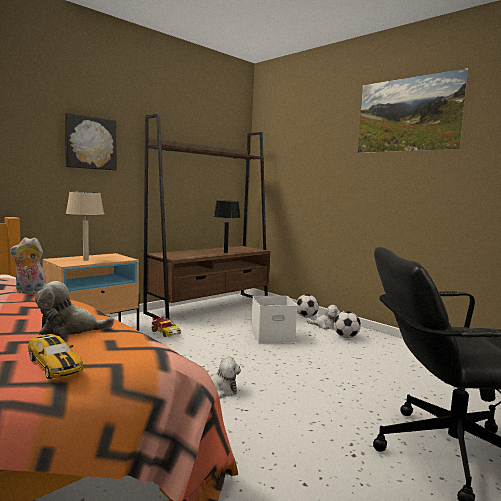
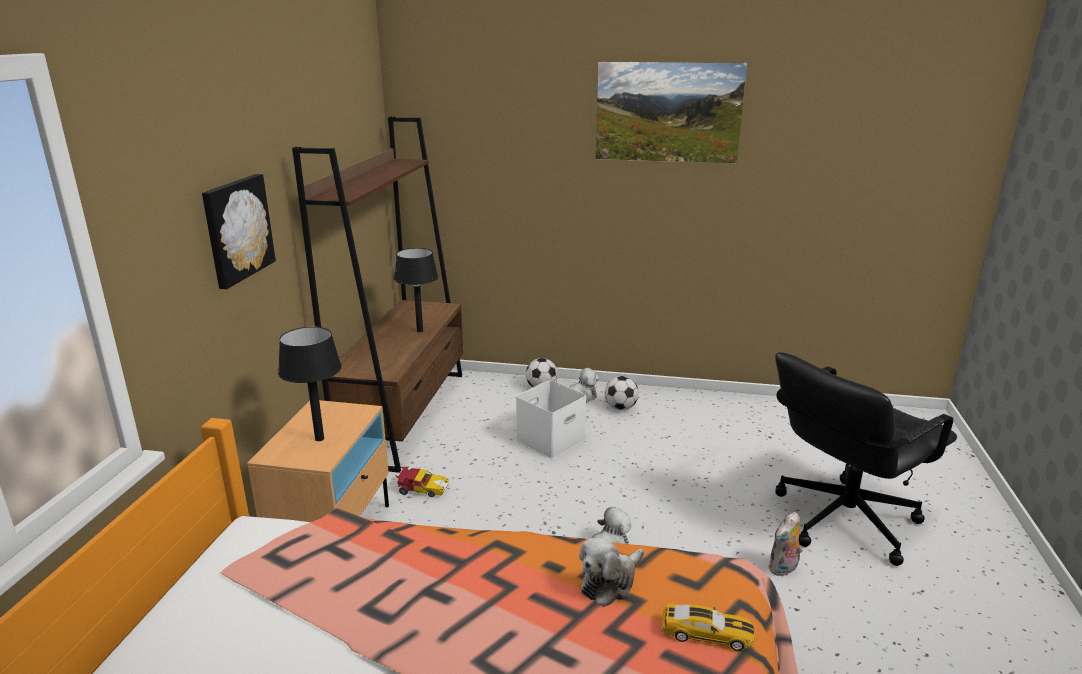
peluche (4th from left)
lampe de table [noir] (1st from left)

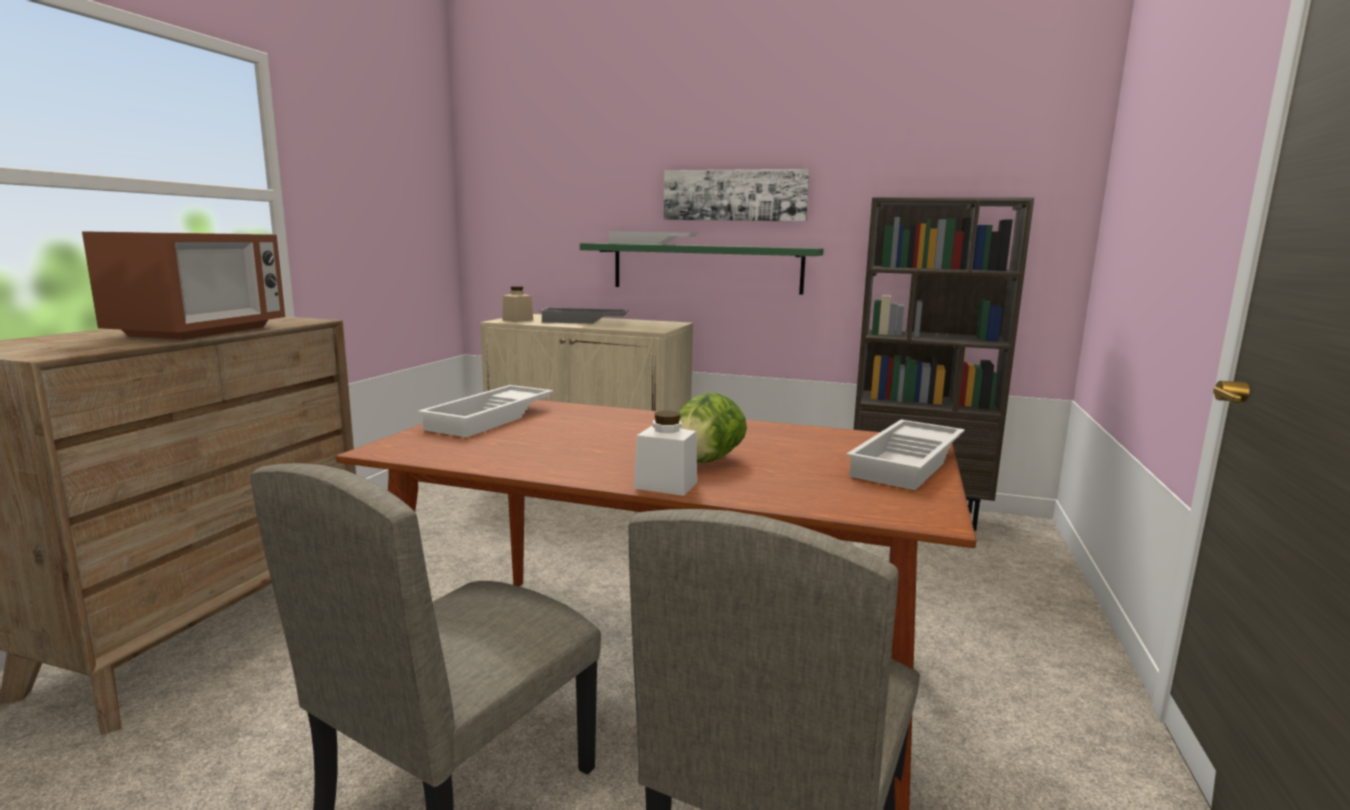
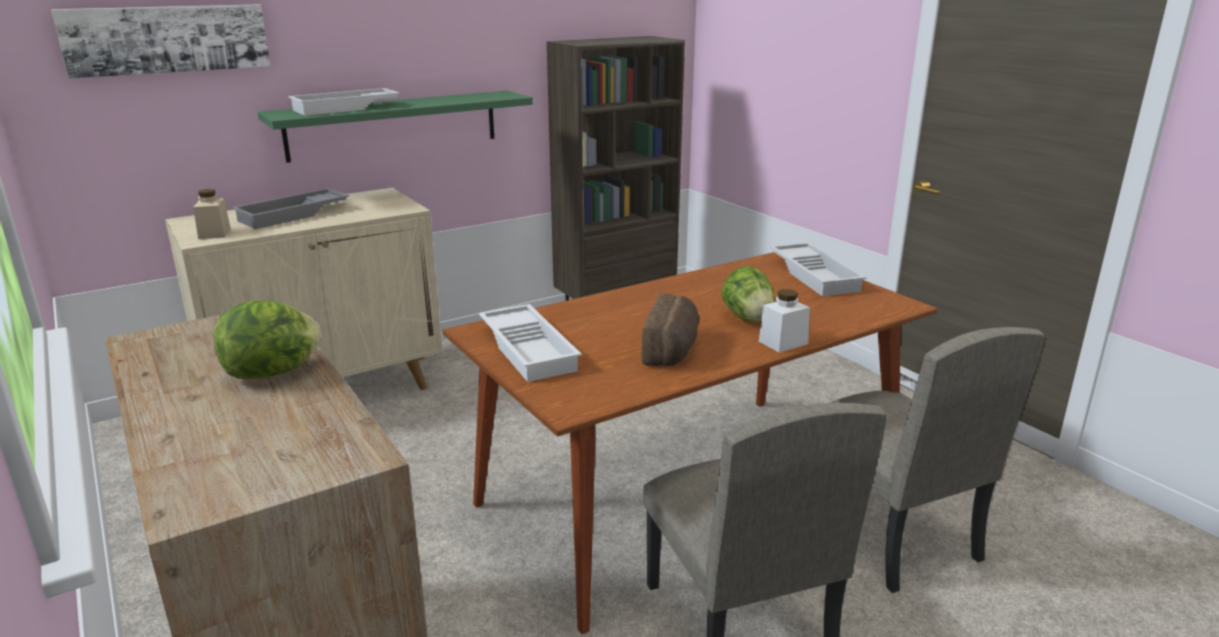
pain
tableau
laitue (1st from left)

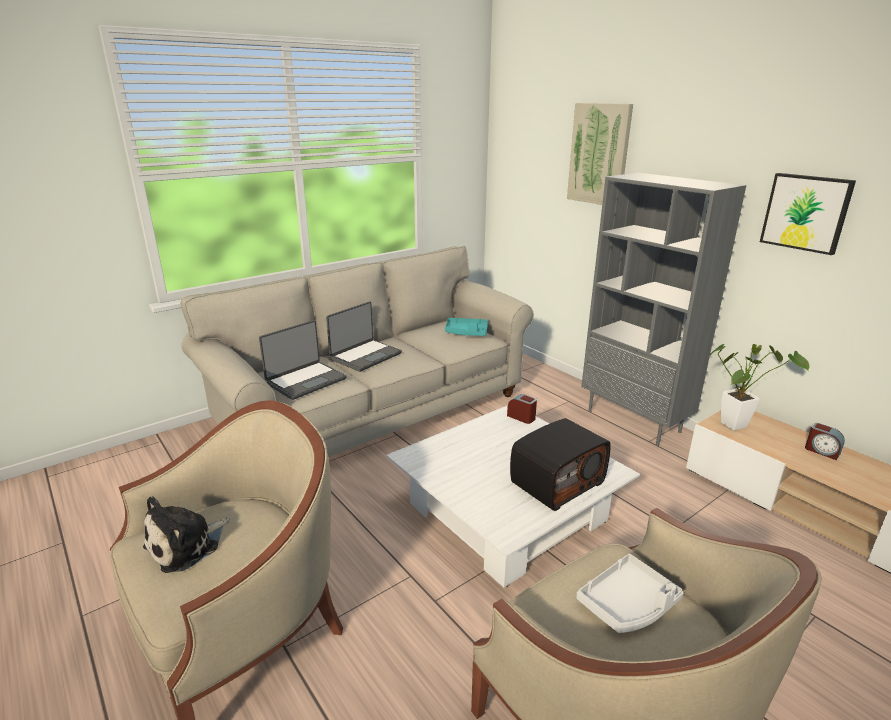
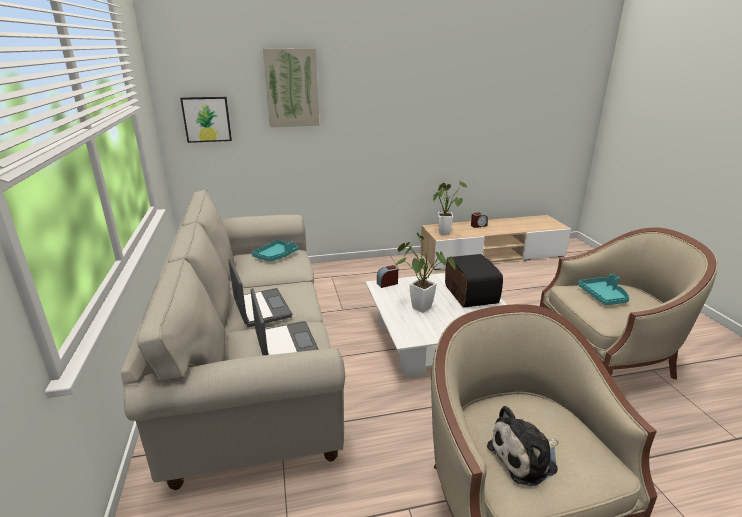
bibliothèque [gris]
plante en pot (1st from left)
tableau (1st from left)
plateau [turquoise] (2nd from left)
peluche

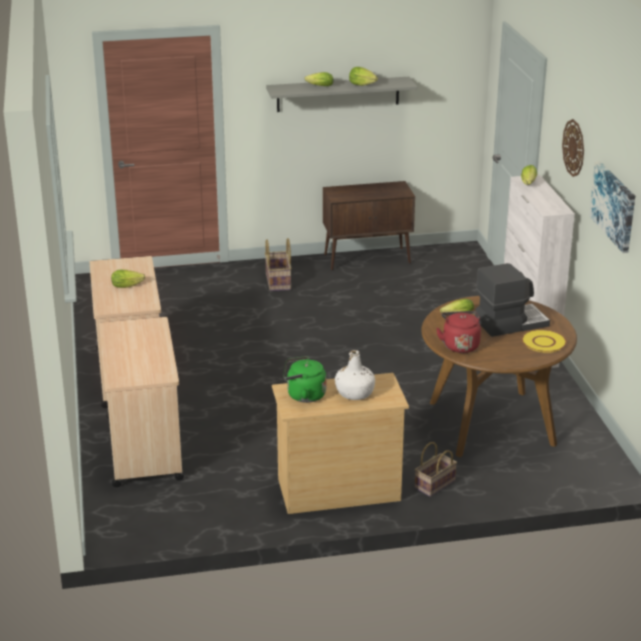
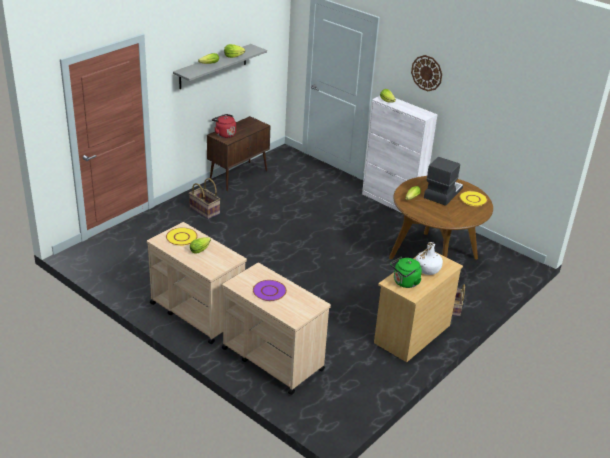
tableau
assiette [jaune] (1st from left)
assiette [violet]
bouilloire [rouge]

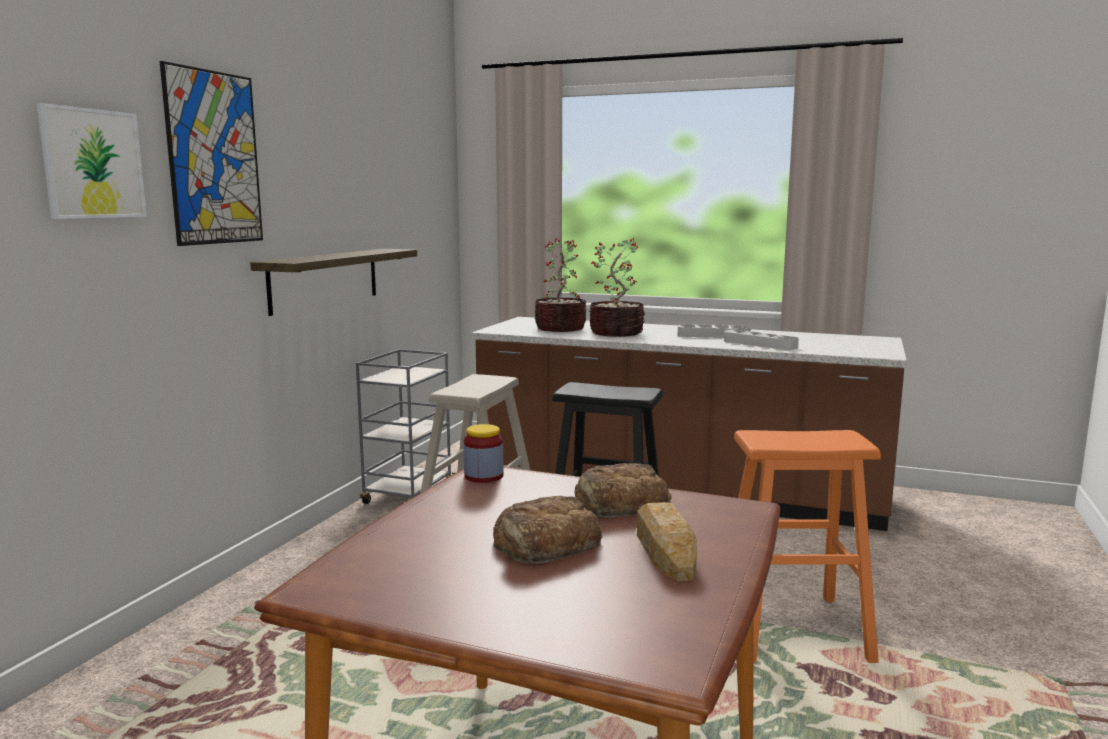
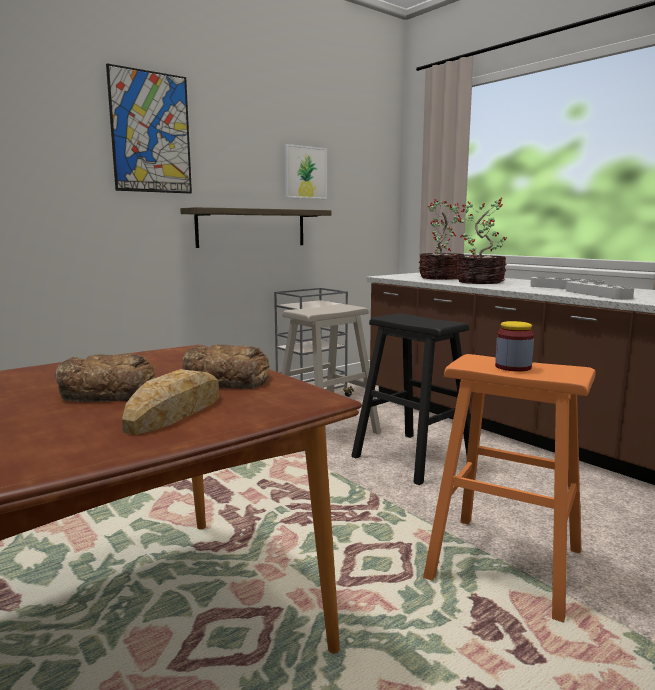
tableau (2nd from left)
bocal

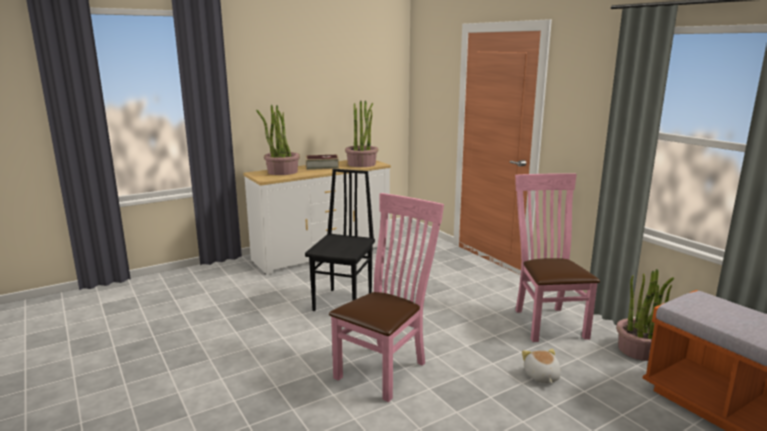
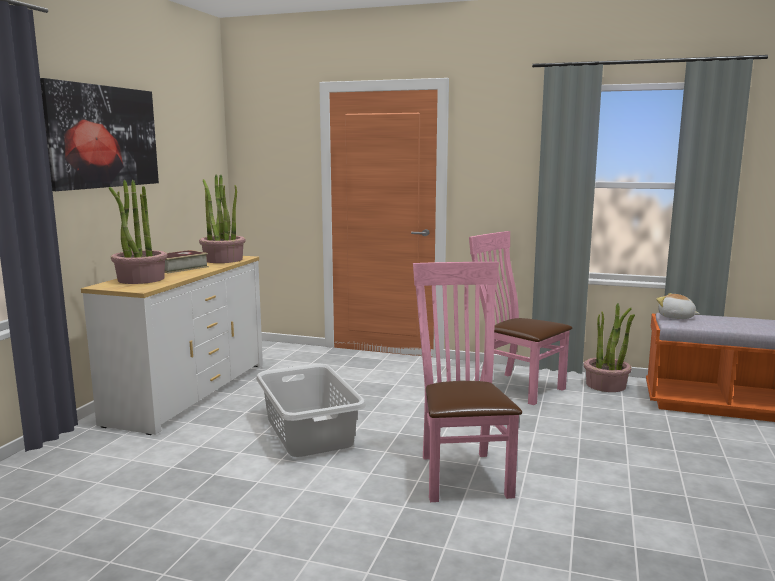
tableau
peluche
panier à linge [gris]

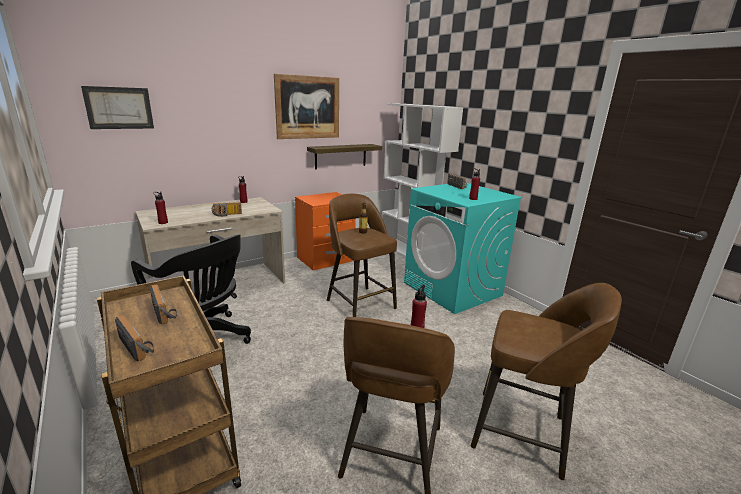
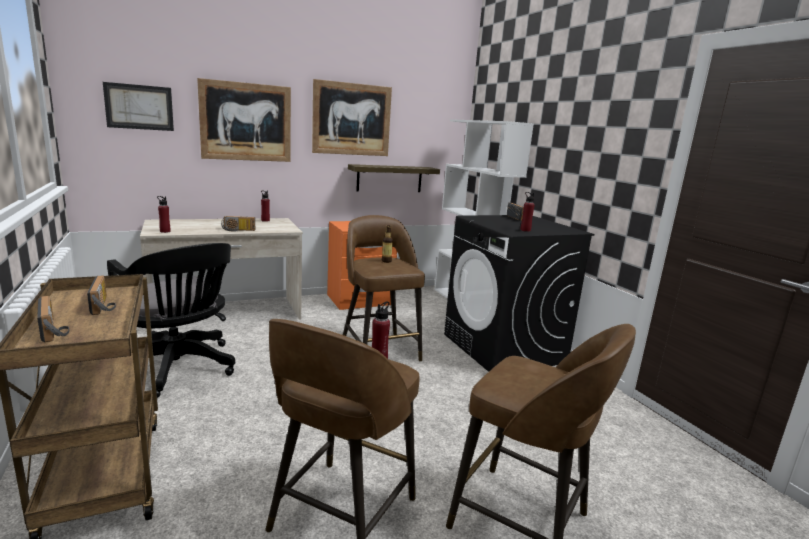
tableau (2nd from left)
lave-linge [noir]

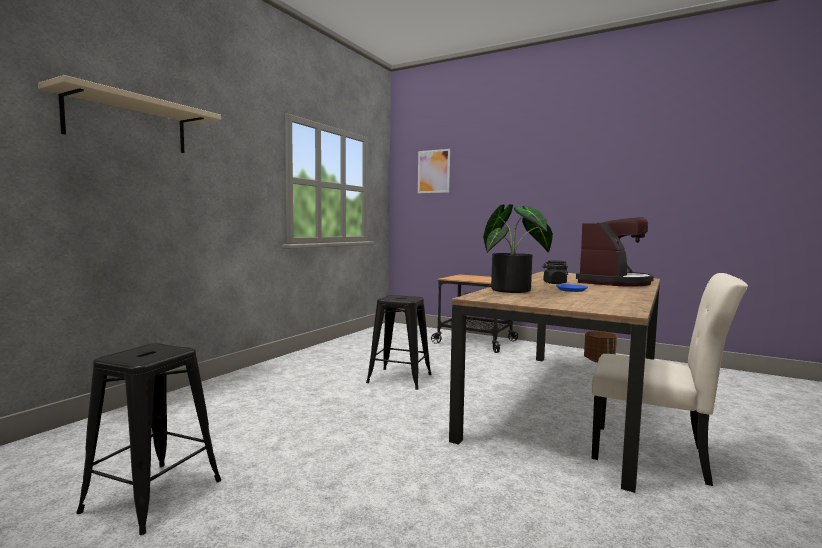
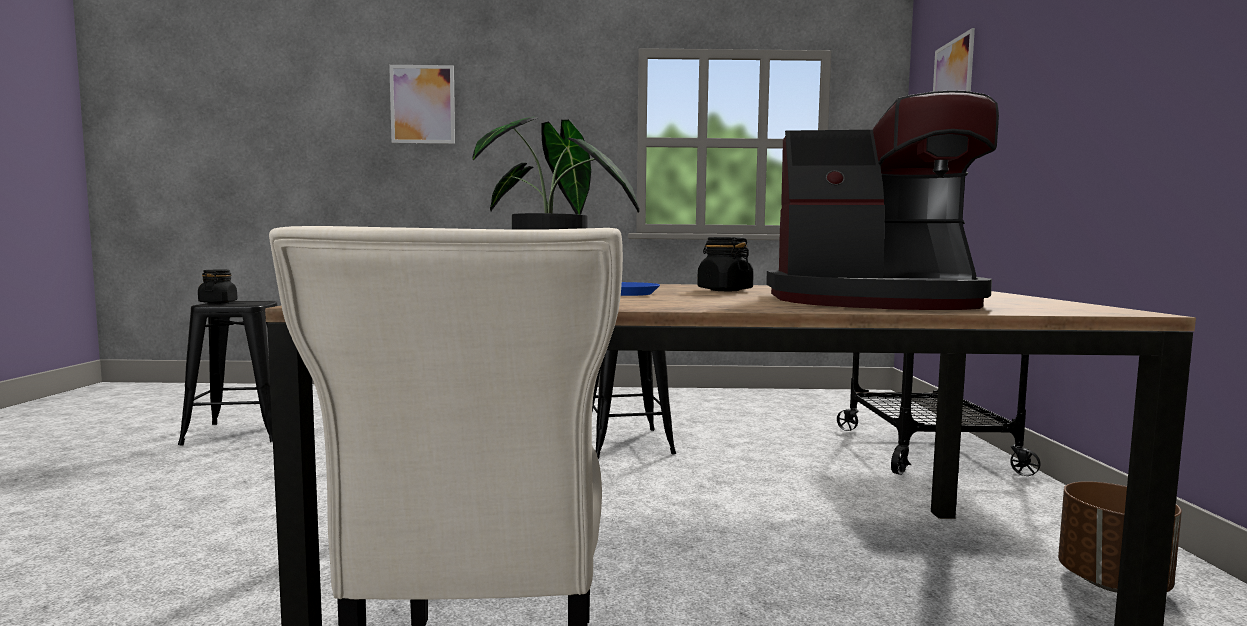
bocal [noir] (1st from left)
tableau (1st from left)

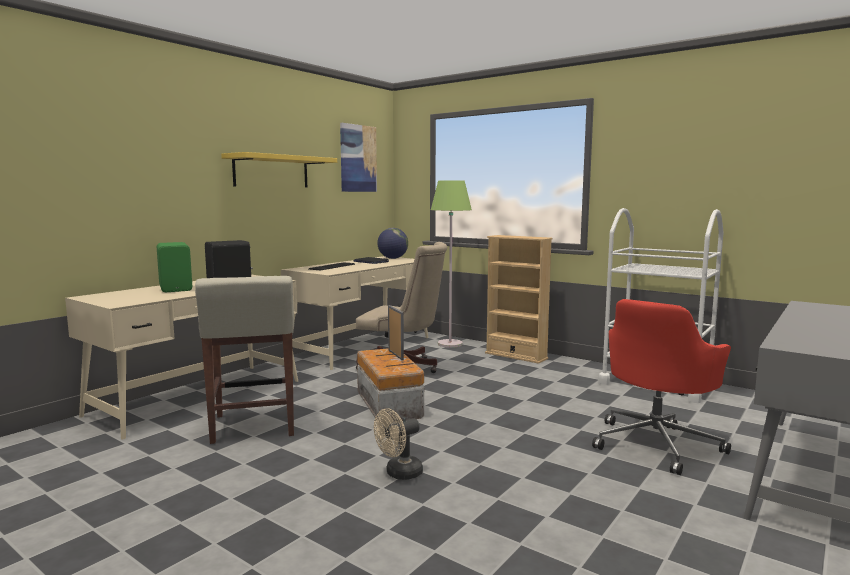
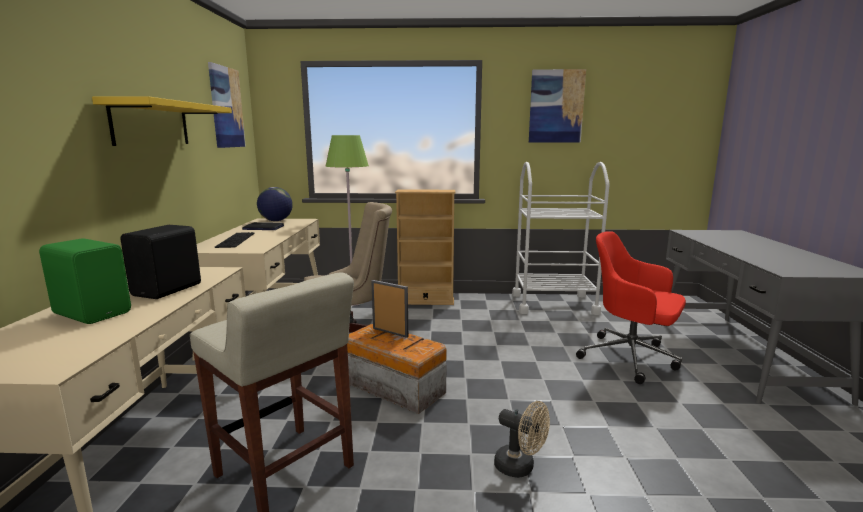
tableau (2nd from left)
ventilateur [beige]
chaise de bureau [rouge]

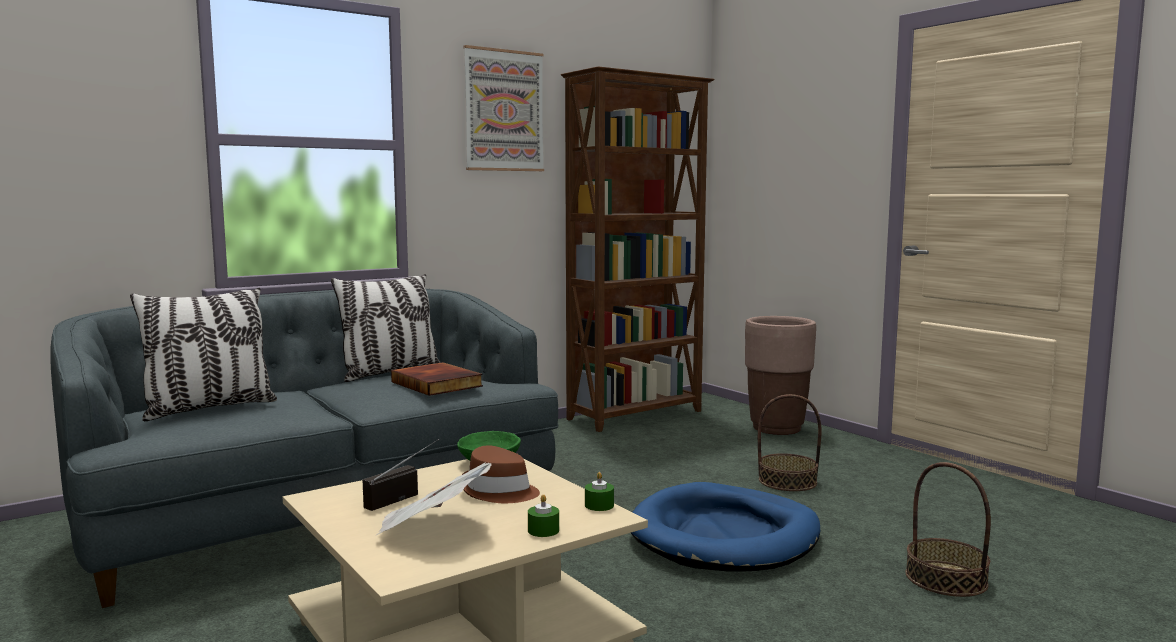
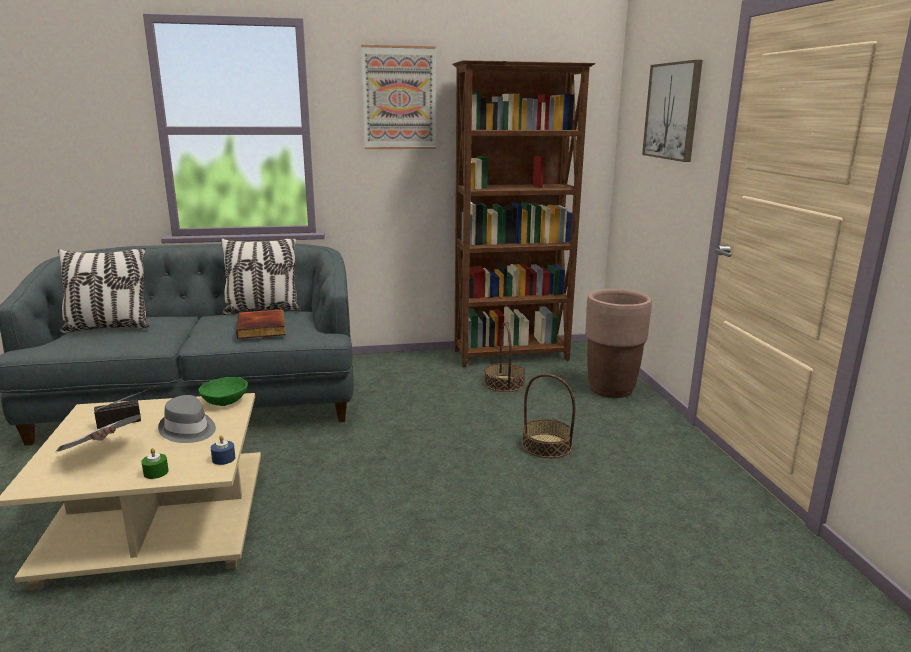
panier pour chien [bleu]
tableau (2nd from left)
panier (1st from left)
chapeau [gris]
bougie [bleu]

